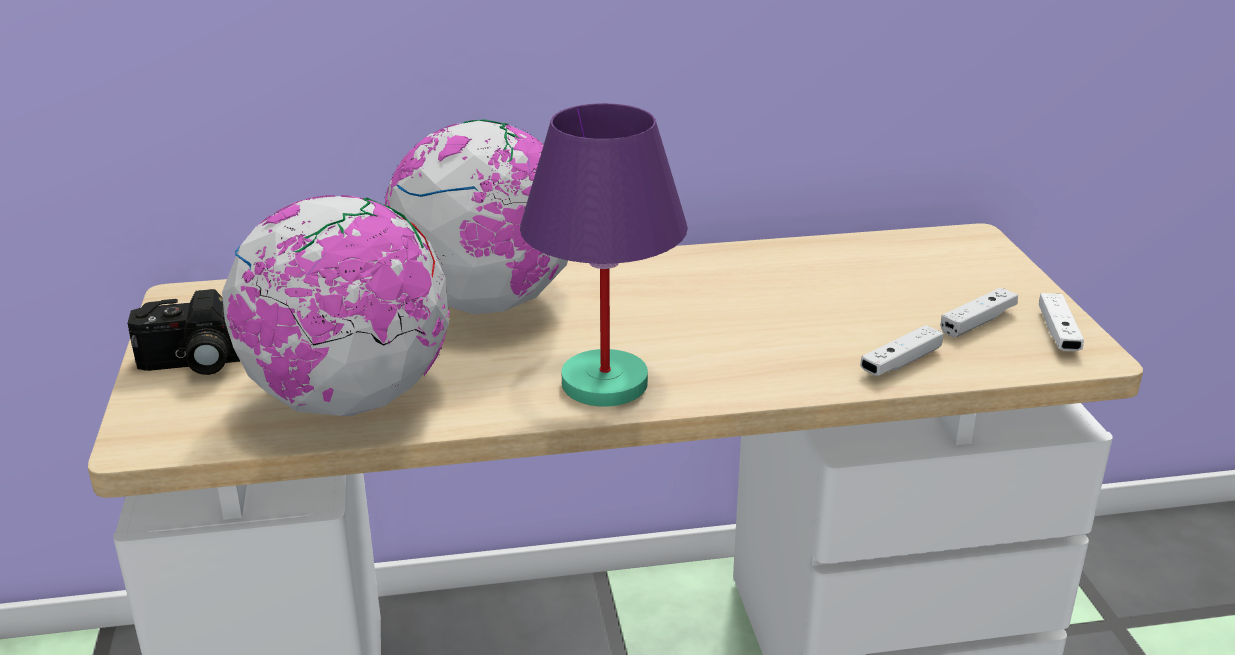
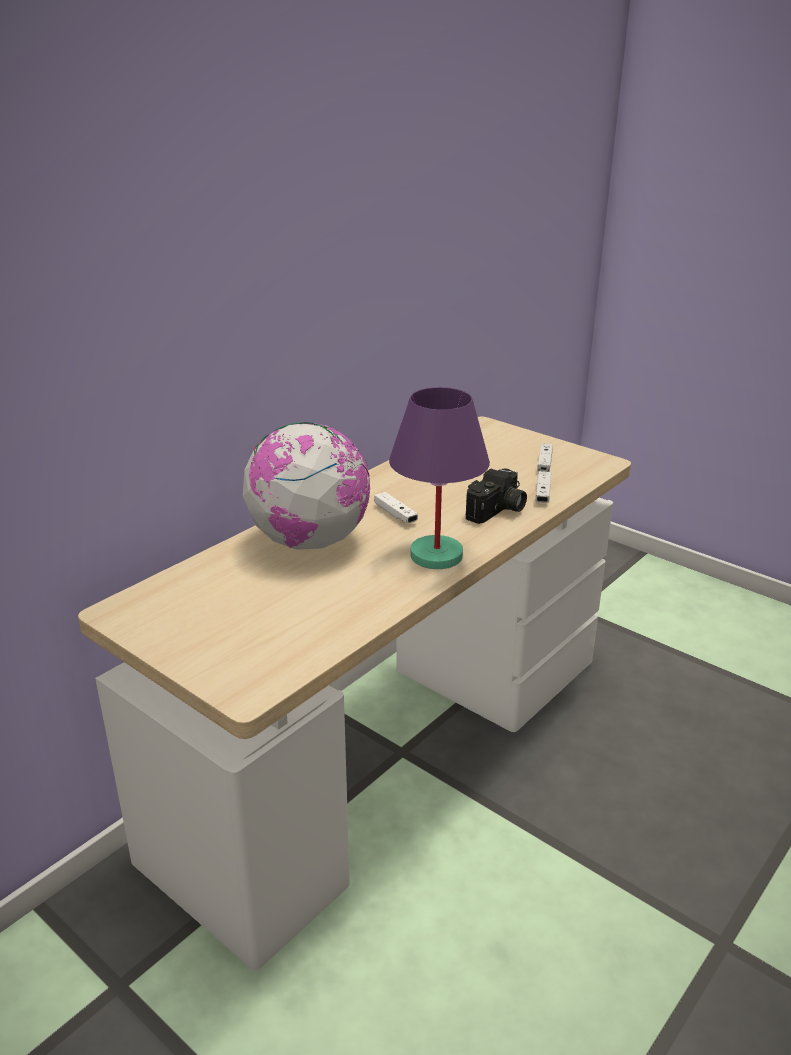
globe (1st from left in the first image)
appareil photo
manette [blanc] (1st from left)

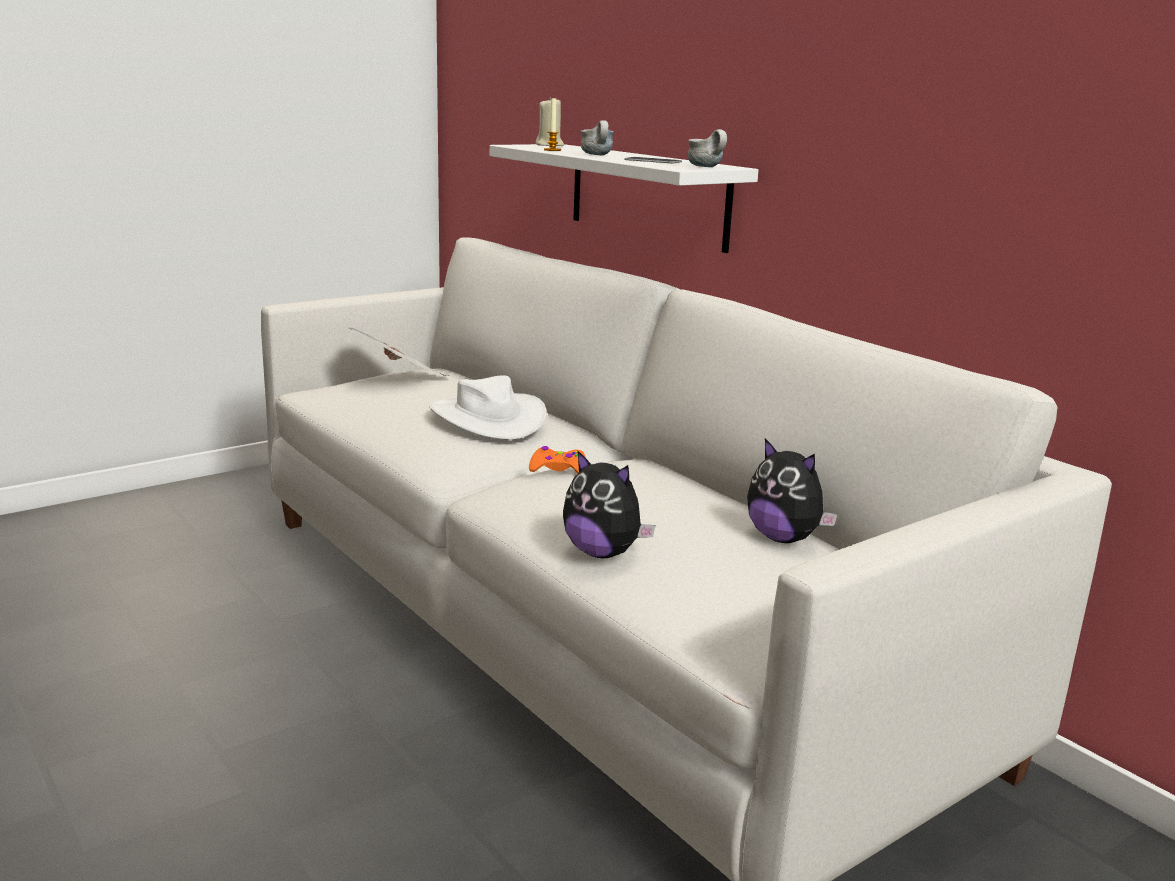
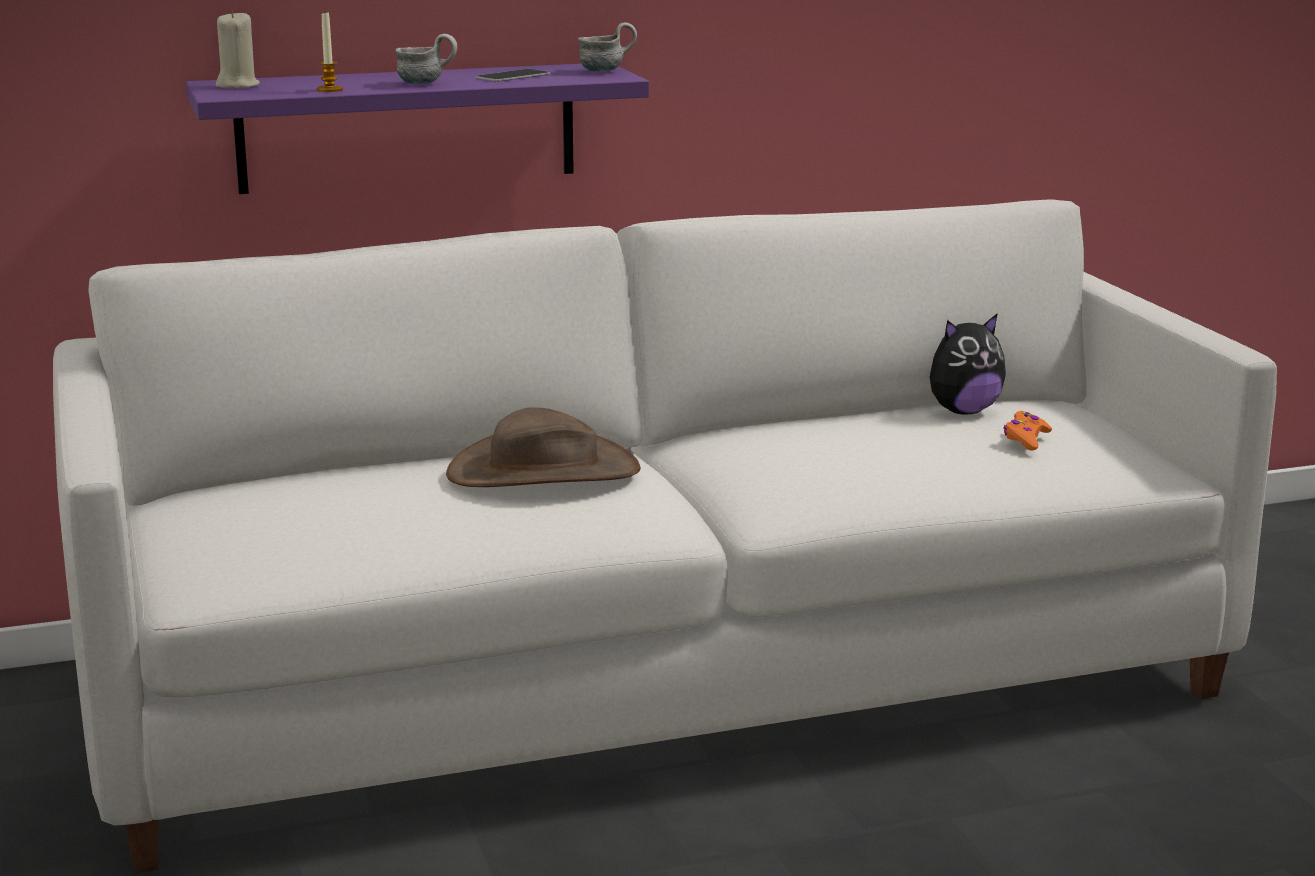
journal
peluche (1st from left in the first image)
manette [orange]
chapeau [marron]
étagère [violet]

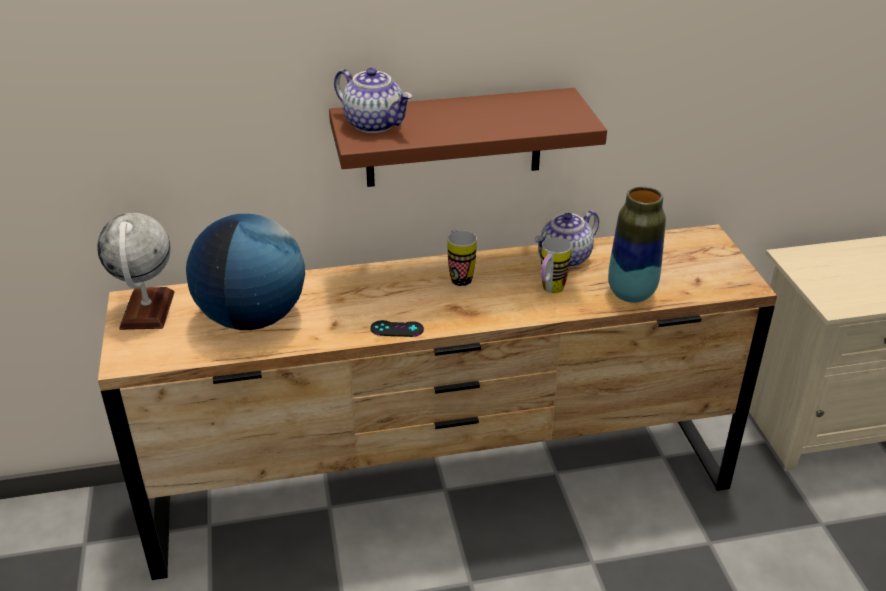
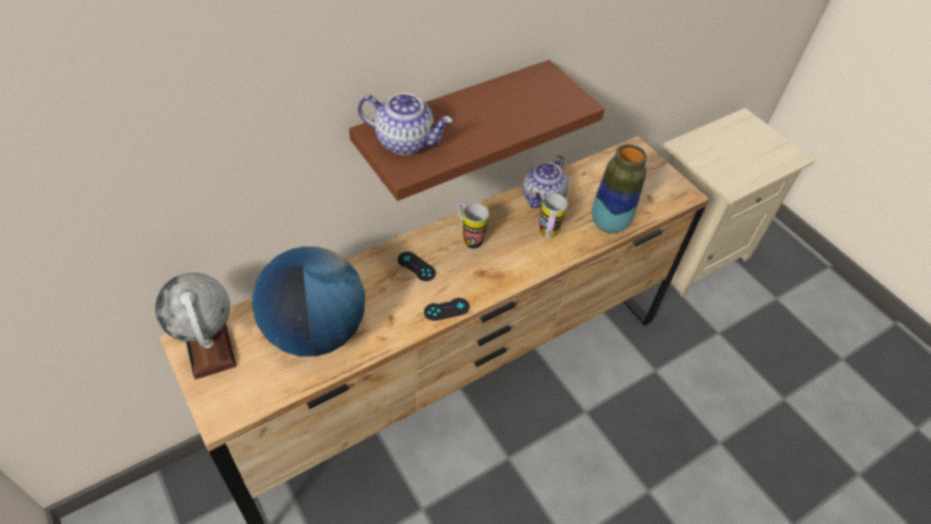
manette [noir] (1st from left)

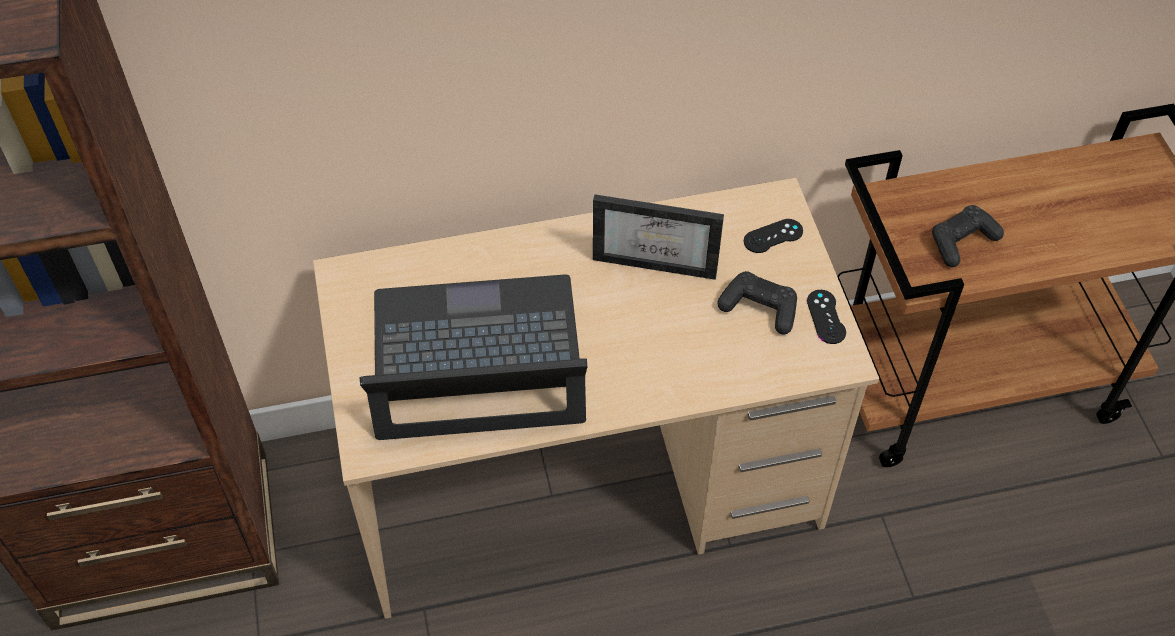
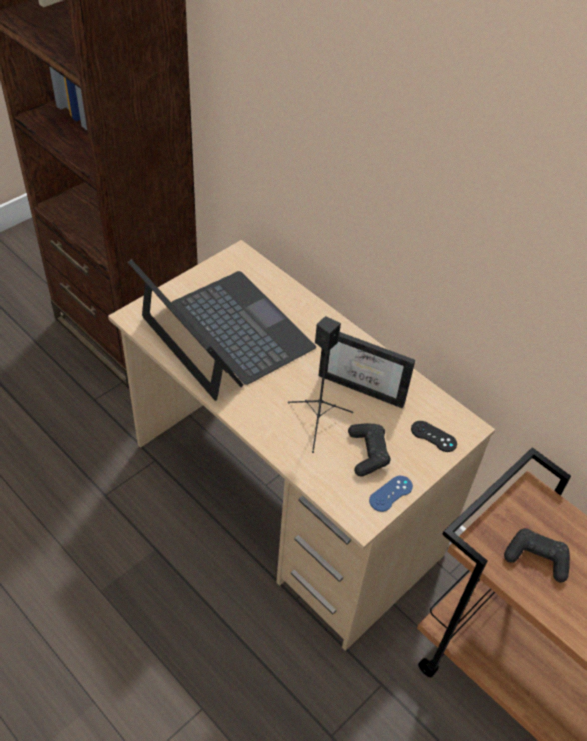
enceinte [noir]
manette [bleu]
cadre photo

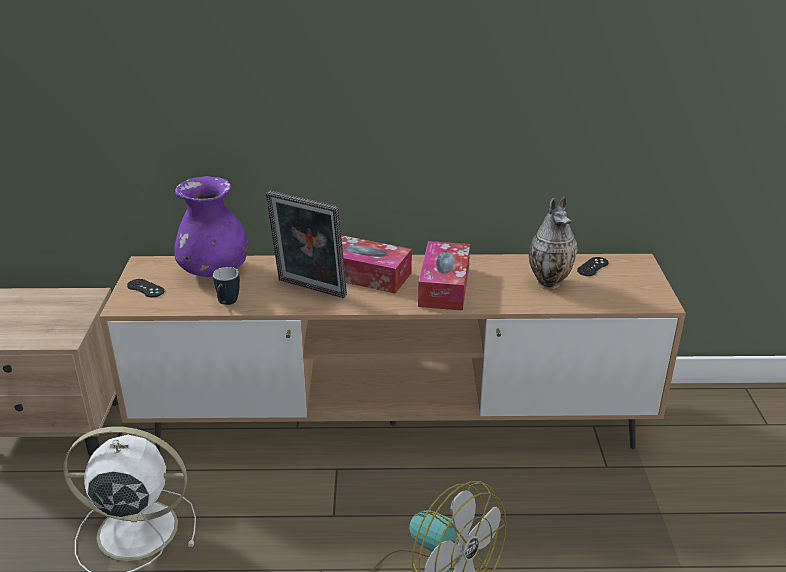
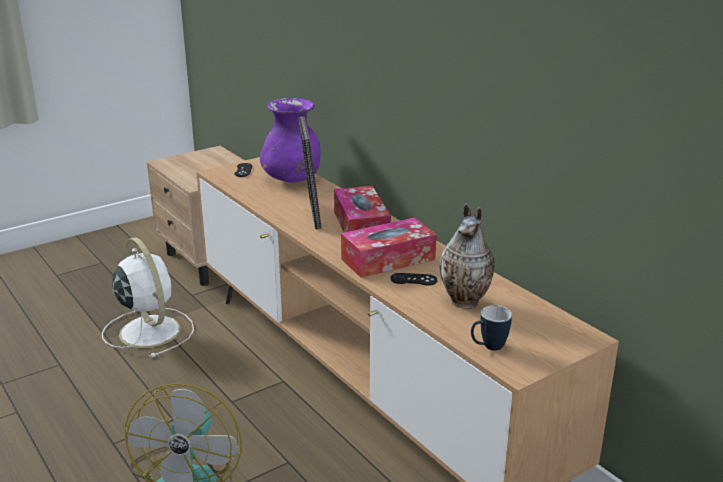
mug
manette [noir] (2nd from left)

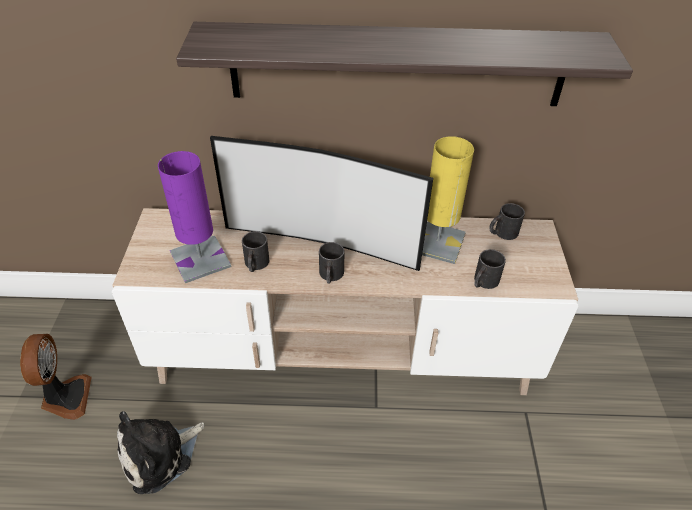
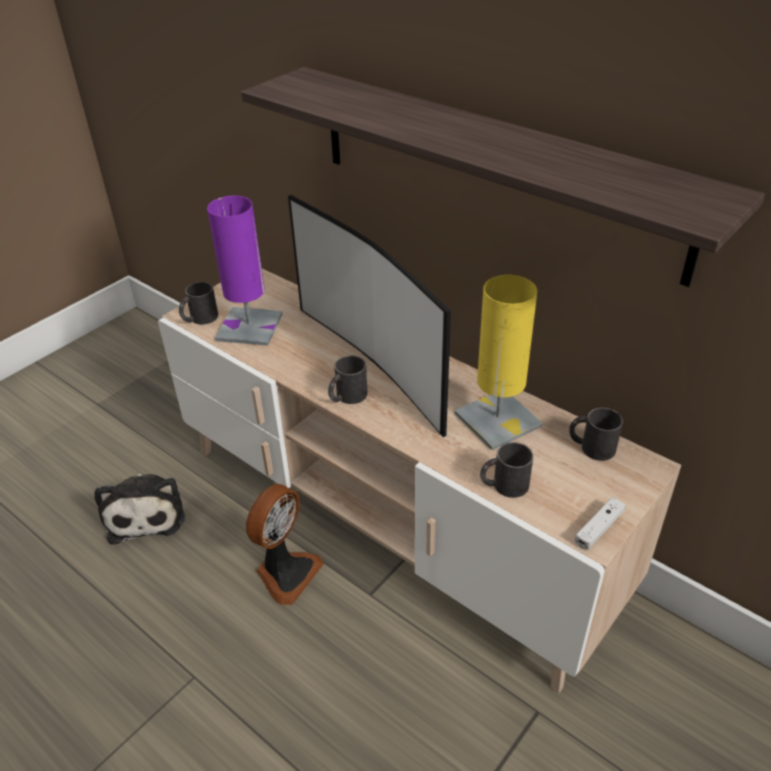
manette [blanc]
ventilateur
mug [noir] (1st from left)
peluche

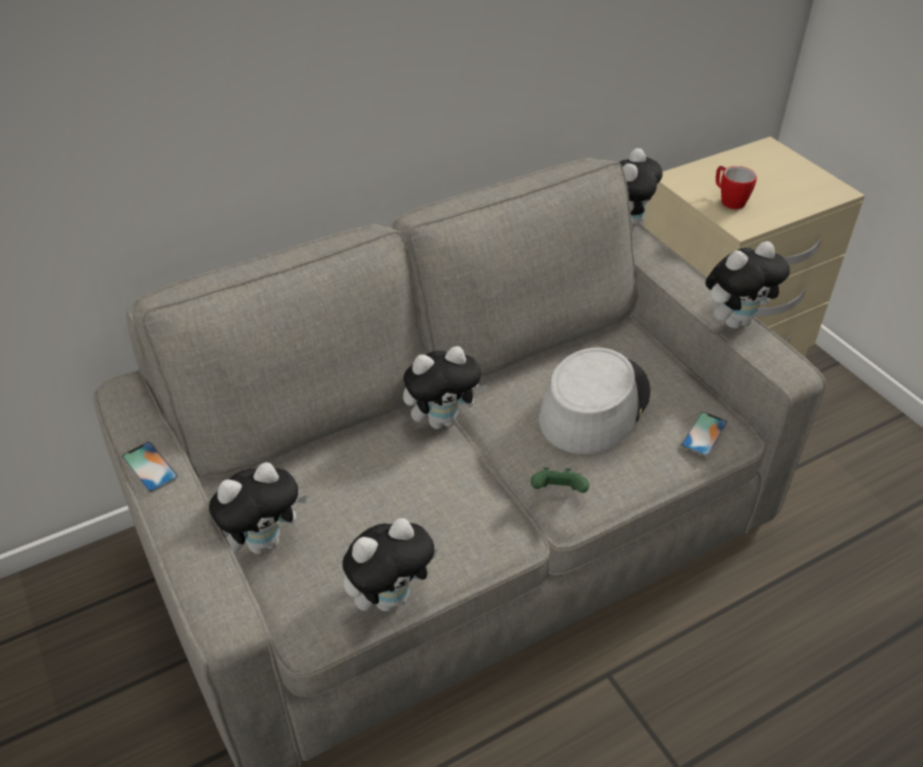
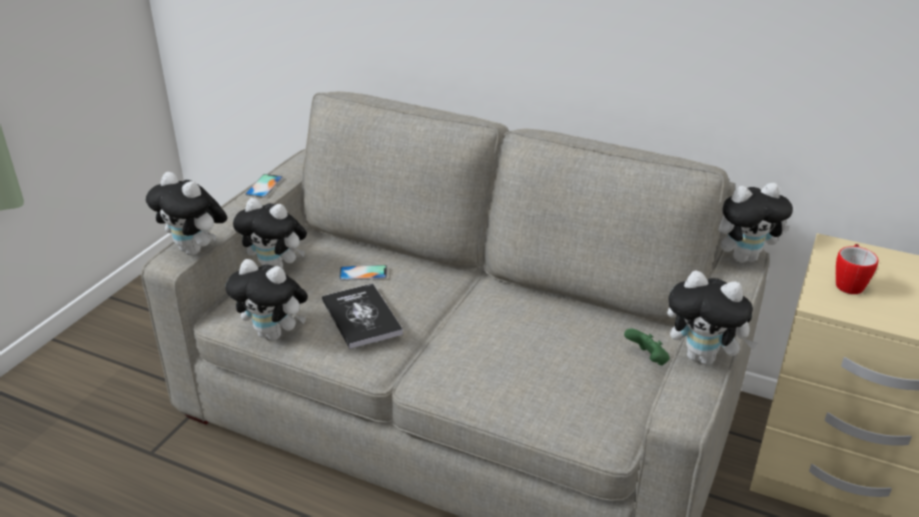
chapeau [gris]
livre
peluche (1st from left)
manette [vert]
téléphone (2nd from left)

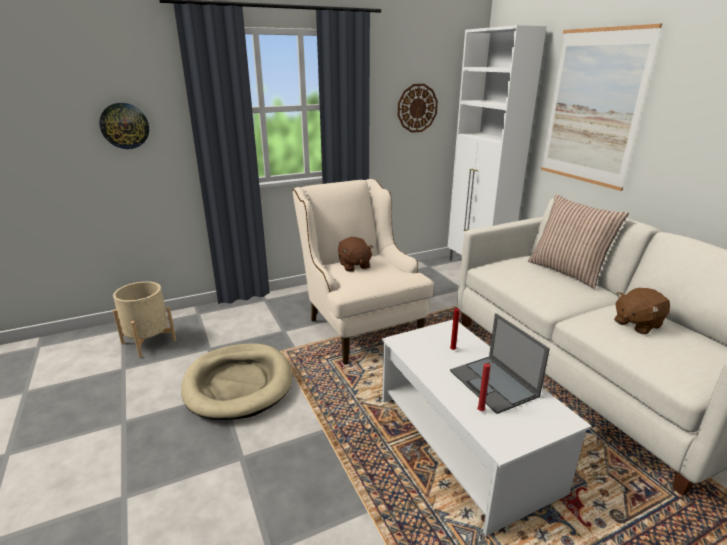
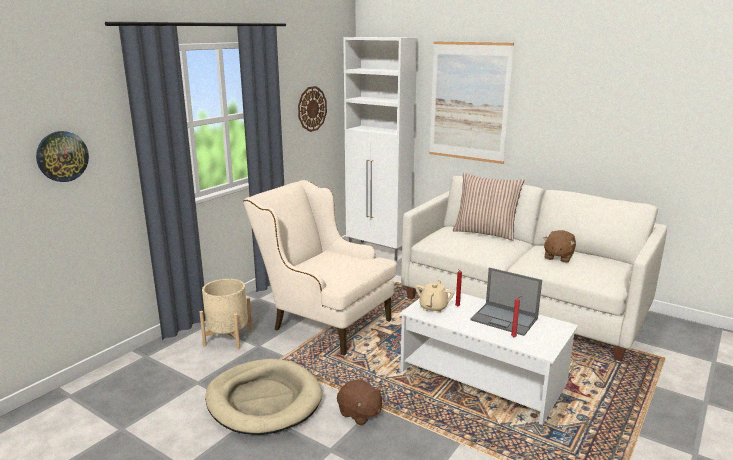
théière [beige]
cache-pot [beige]
peluche [marron] (1st from left)

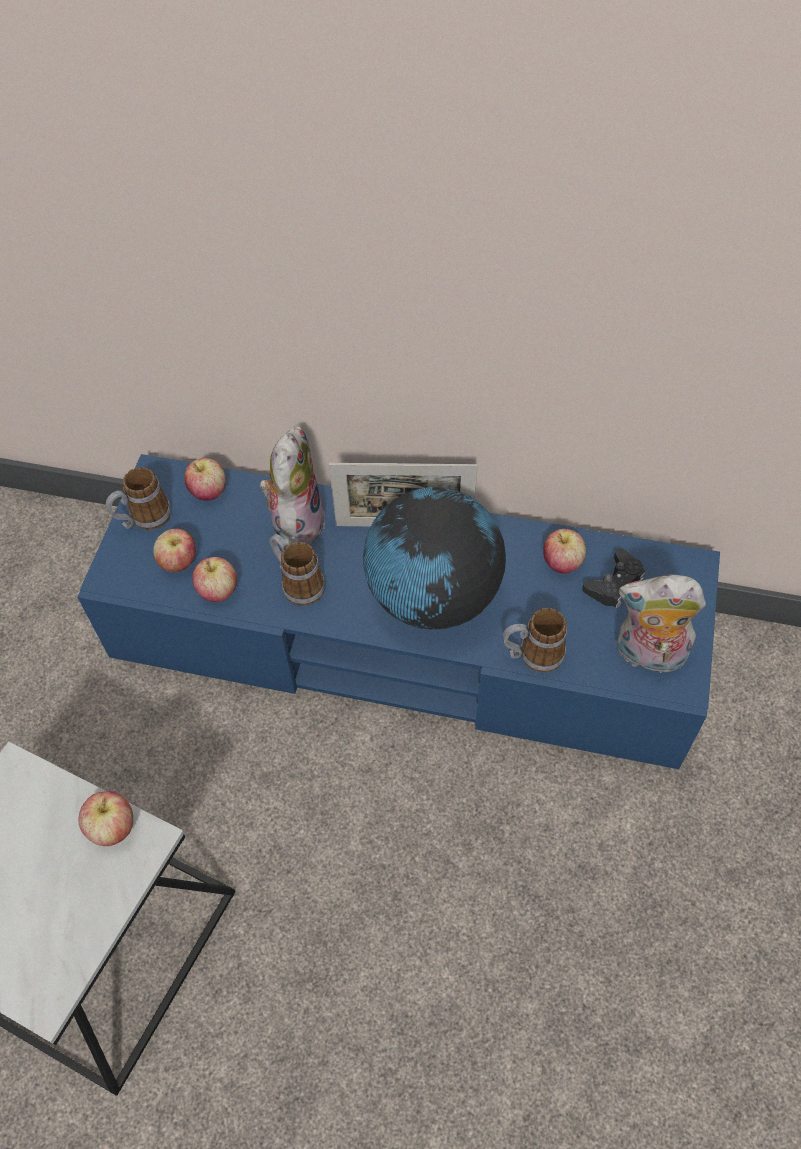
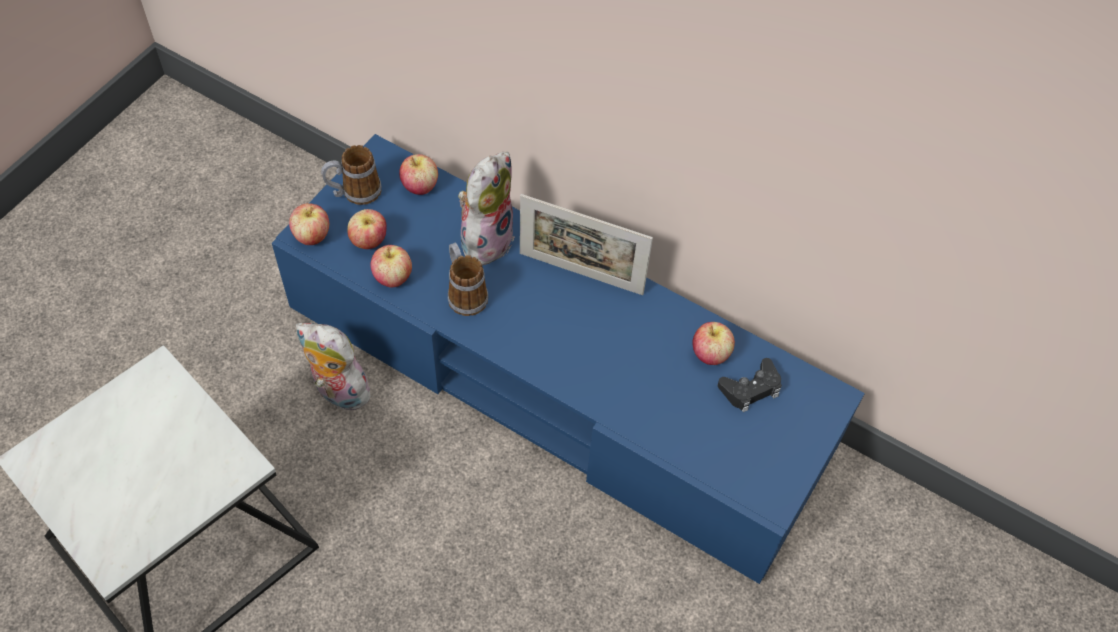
globe
mug (3rd from left in the first image)
pomme (1st from left)
peluche (1st from left)

